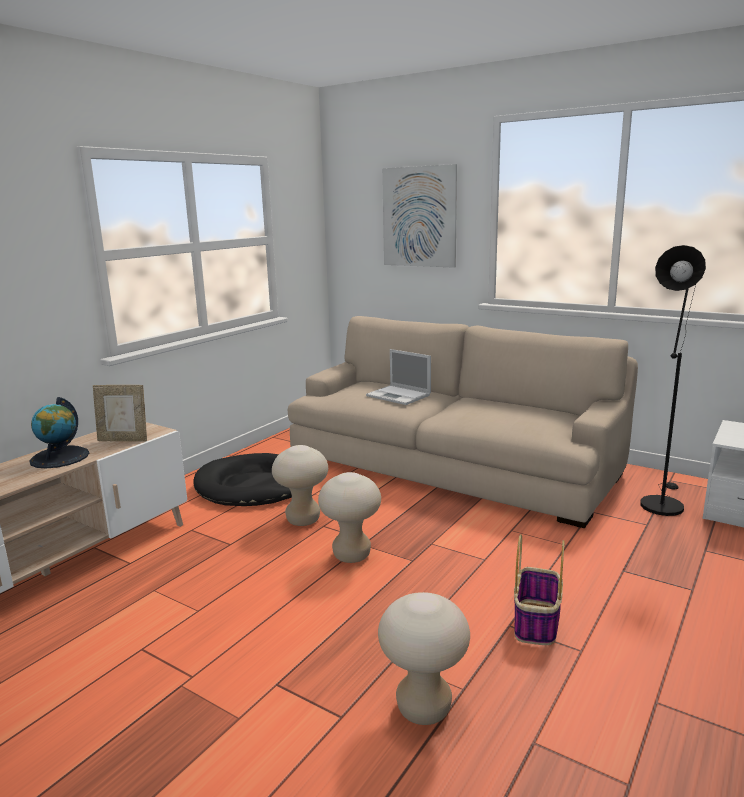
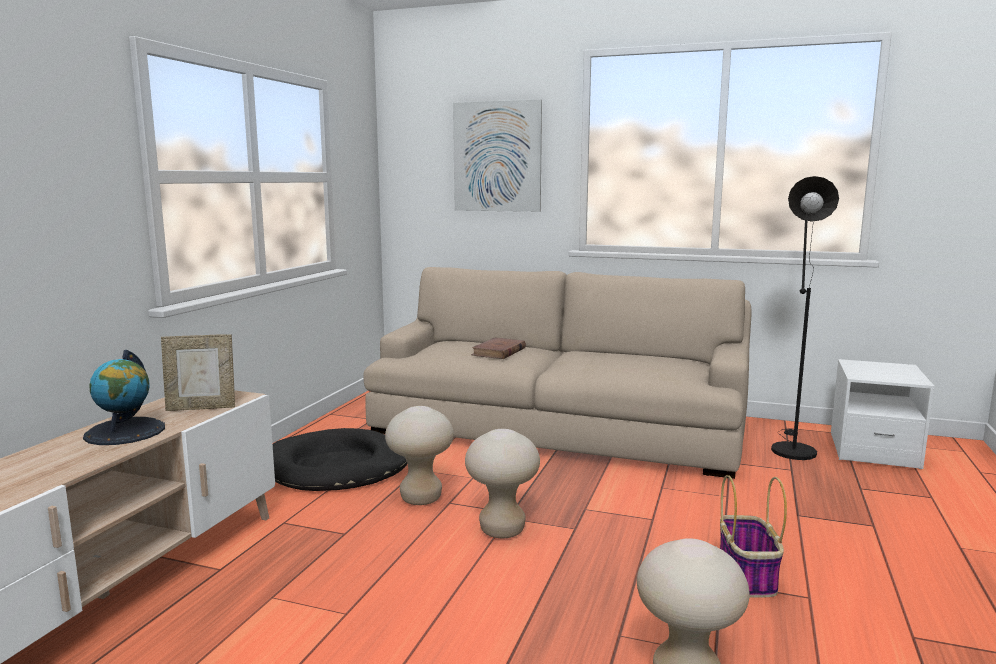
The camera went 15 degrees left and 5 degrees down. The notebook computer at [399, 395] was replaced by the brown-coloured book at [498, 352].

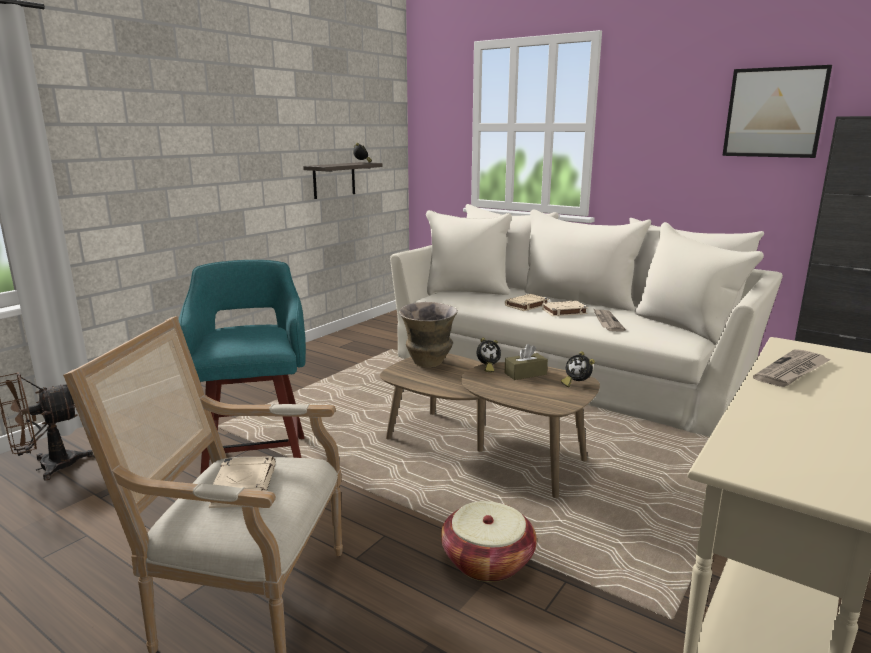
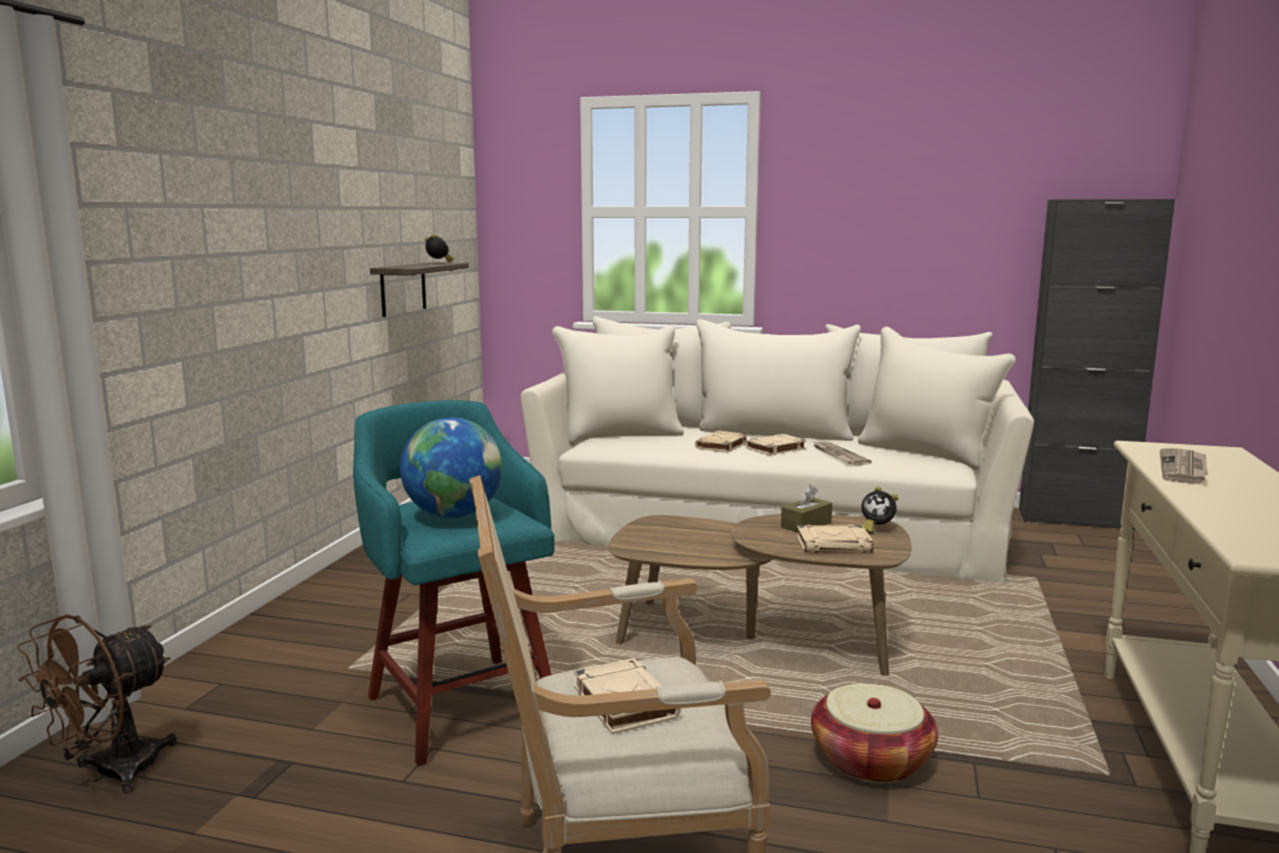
The camera went 20 degrees left and 5 degrees down. The decorative vase at [429, 363] disappeared. The alarm clock at [487, 368] disappeared. The wall art at [774, 112] disappeared. The world globe at [453, 515] appeared. The beige book at [834, 545] appeared.

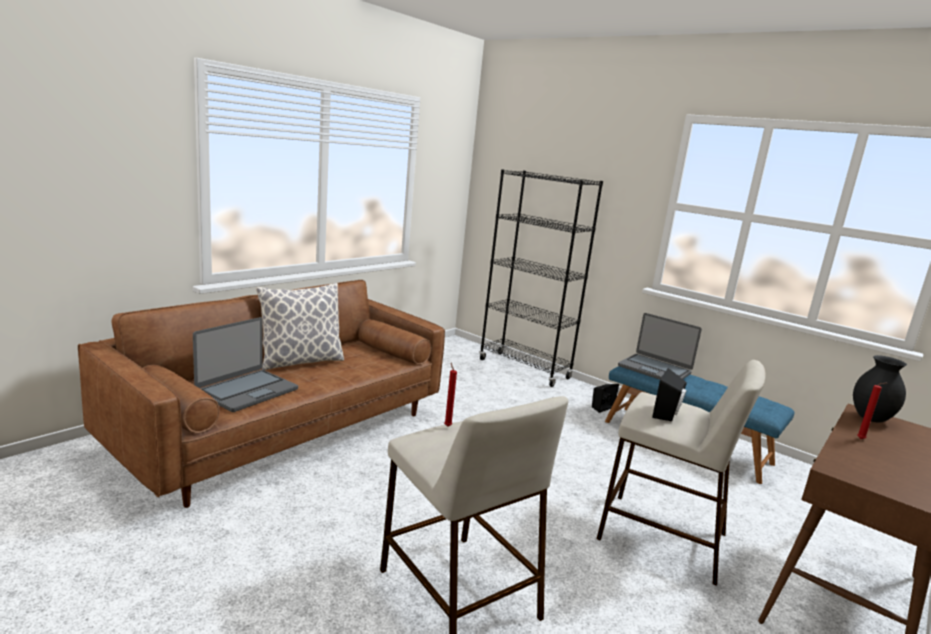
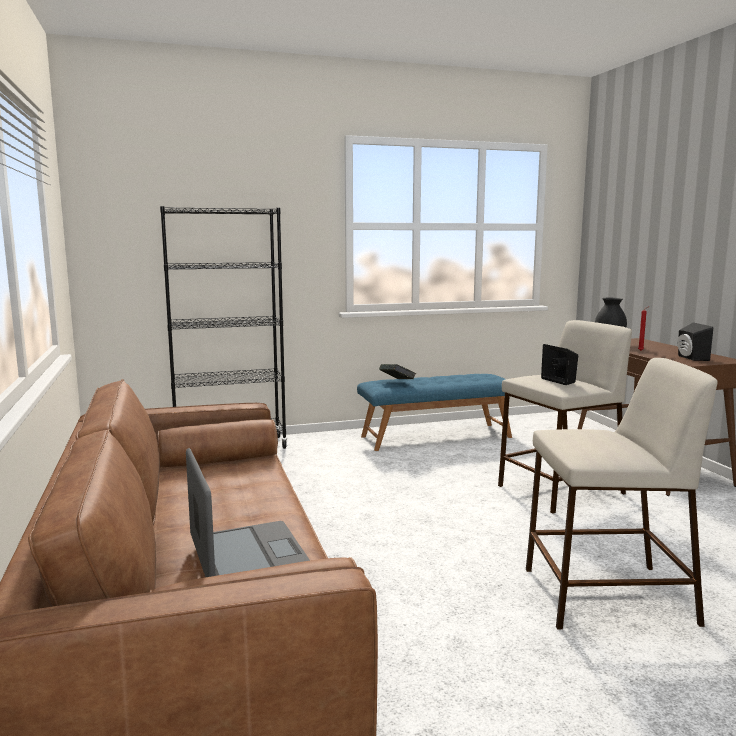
The camera went 55 degrees left and 5 degrees down. The cushion at [300, 361] disappeared. The red-coloured wax light at [447, 426] disappeared. The black-coloured loudspeaker moved from [600, 407] to [690, 358]. The notebook computer at [654, 369] was replaced by the book at [397, 382].

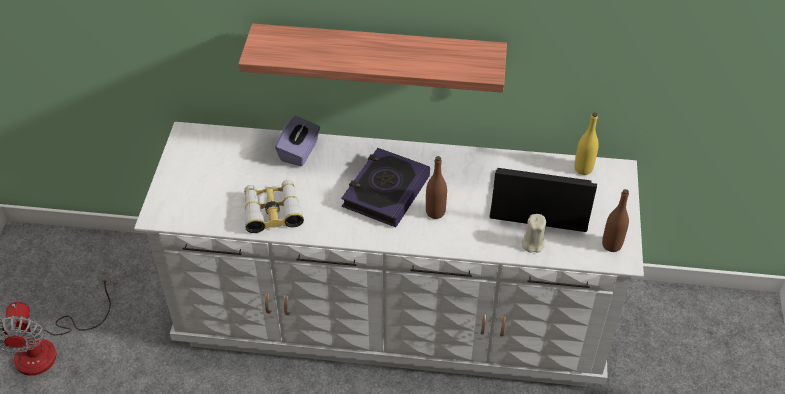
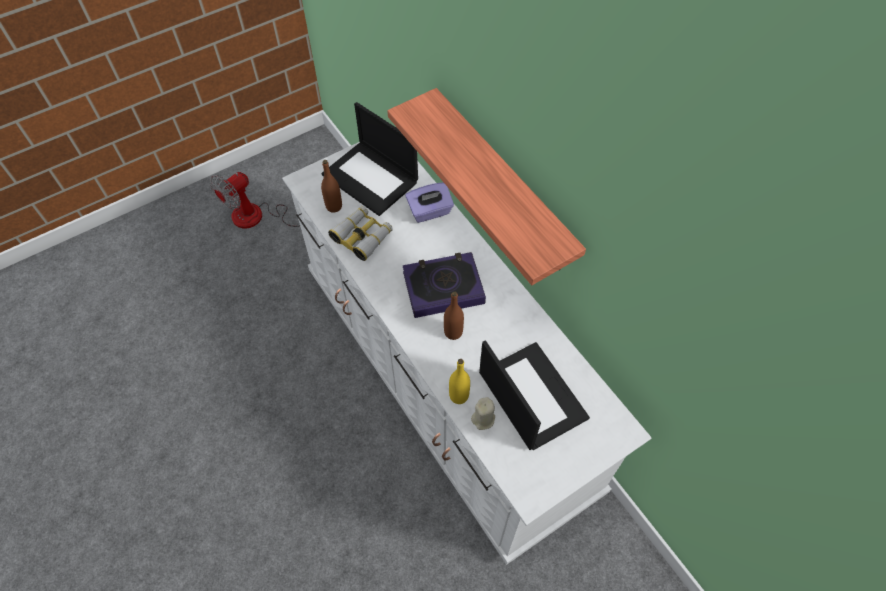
The camera went 50 degrees right and 10 degrees up. The notebook computer at [371, 178] appeared. The yellowish drink bottle moved from [583, 169] to [459, 396]. The brown-coloured drink bottle moved from [611, 245] to [334, 206].

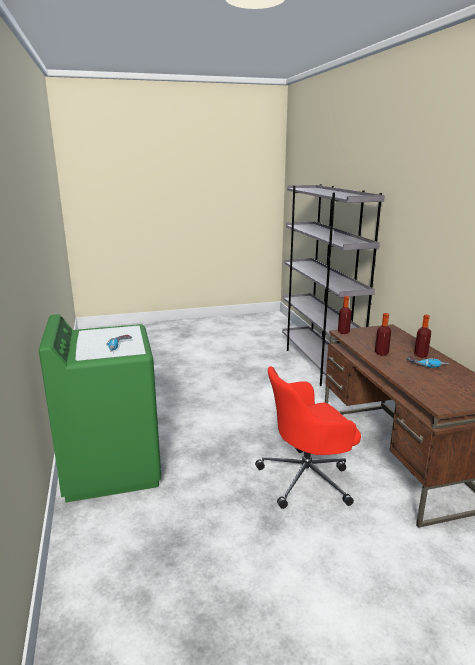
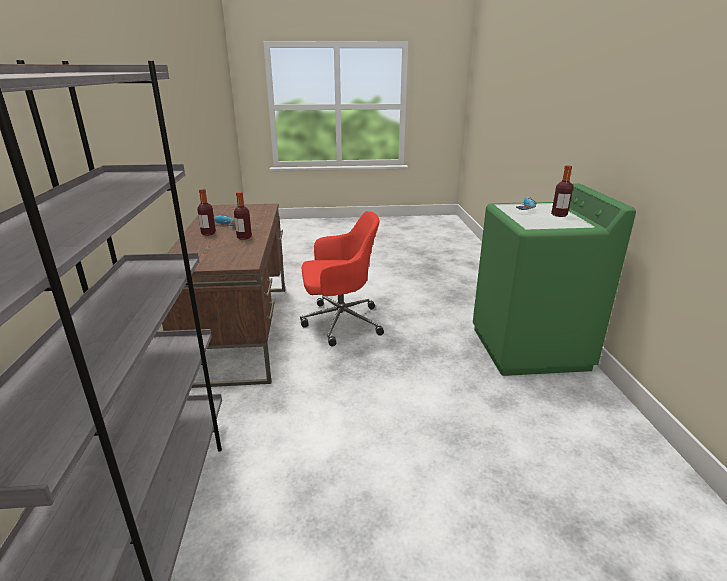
The camera went 170 degrees left and 5 degrees up. The drink bottle moved from [343, 332] to [559, 215].

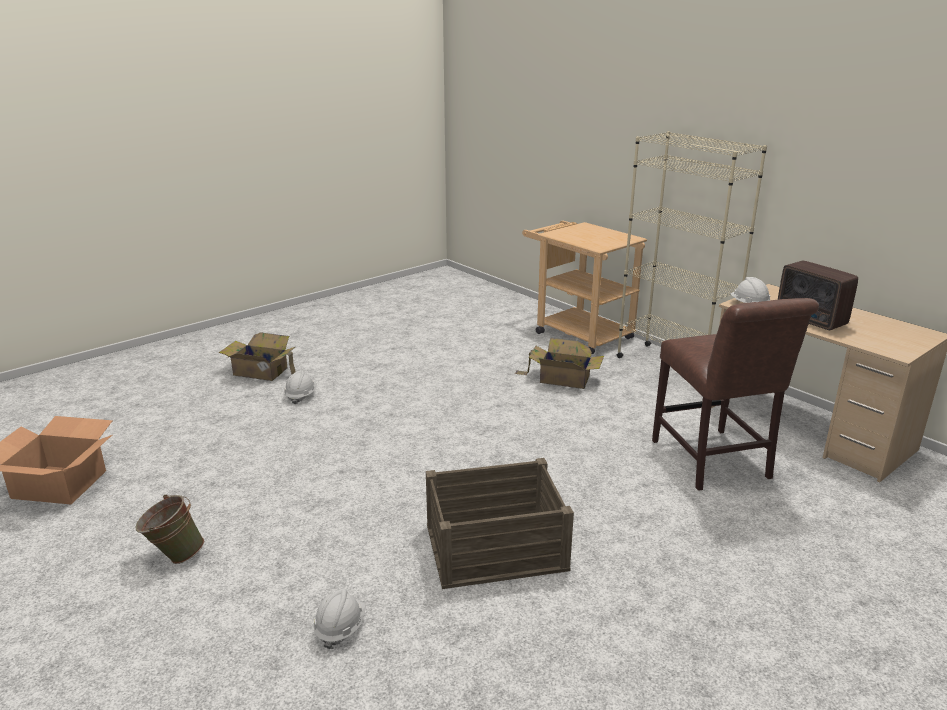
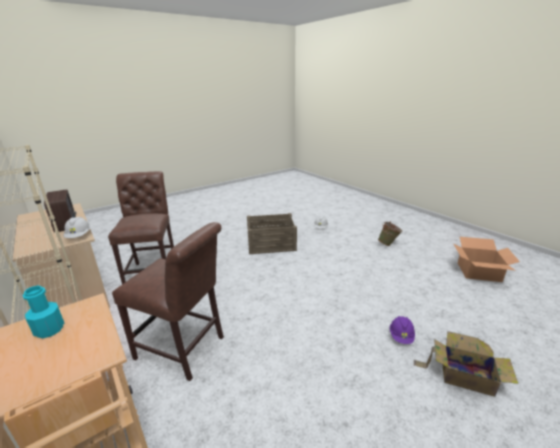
The camera went 175 degrees left and 0 degrees up. The blue-green drink bottle at [49, 329] appeared. The cardboard box at [562, 378] was replaced by the brown-coloured chair at [184, 349]. The white-coloured hard hat at [301, 396] became the purple hard hat at [401, 336].

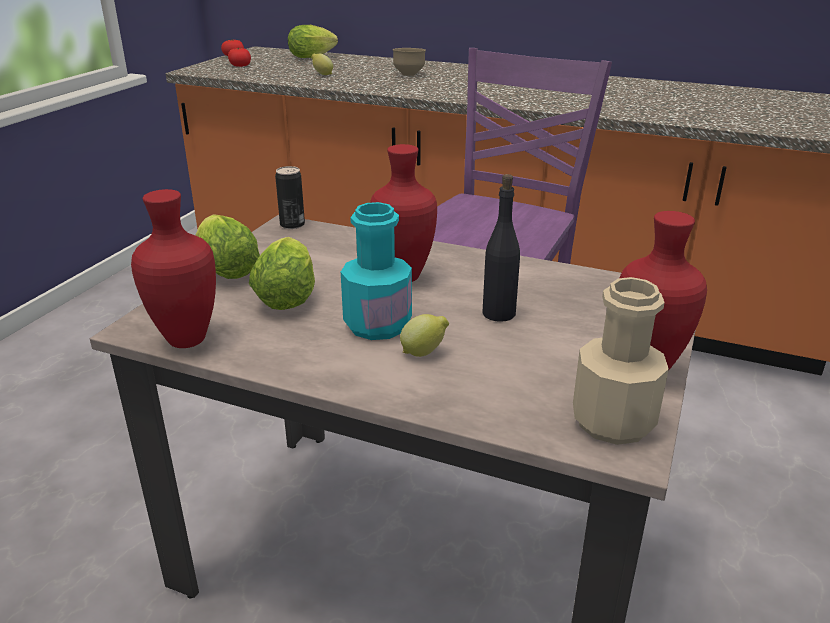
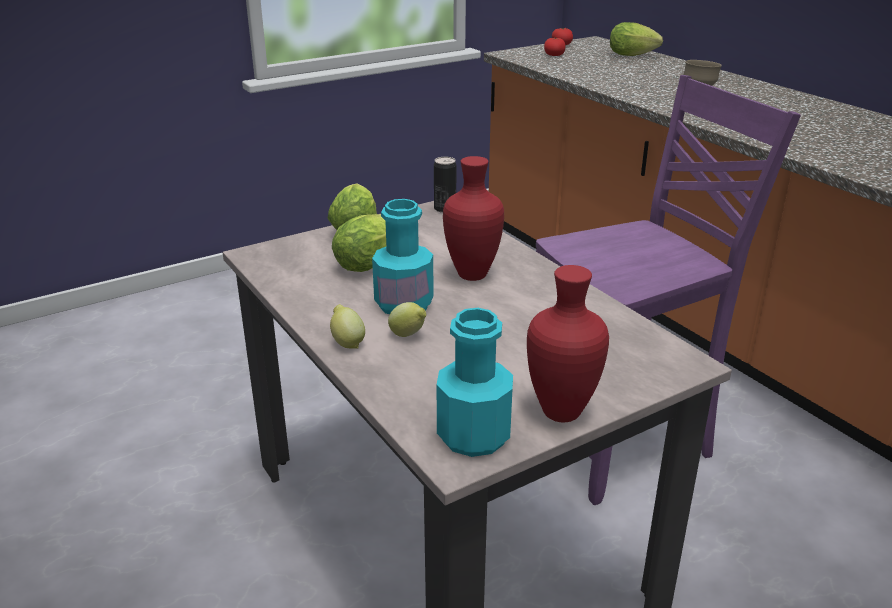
The camera went 35 degrees right and 0 degrees up. The red-coloured decorative vase at [189, 340] disappeared. The black-coloured drink bottle at [498, 313] disappeared. The citrus fruit moved from [322, 74] to [347, 343]. The beige drink bottle at [612, 421] became the blue-green drink bottle at [474, 436].

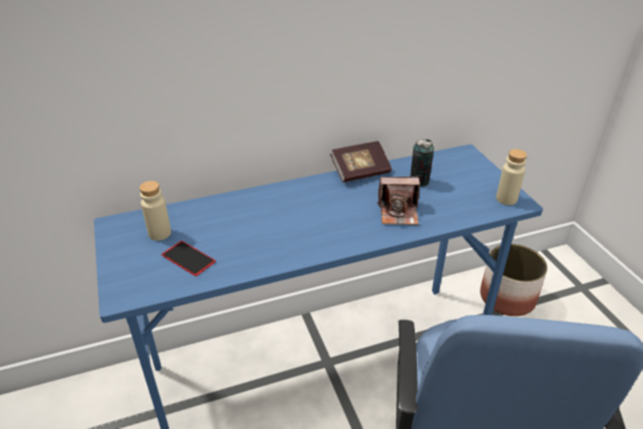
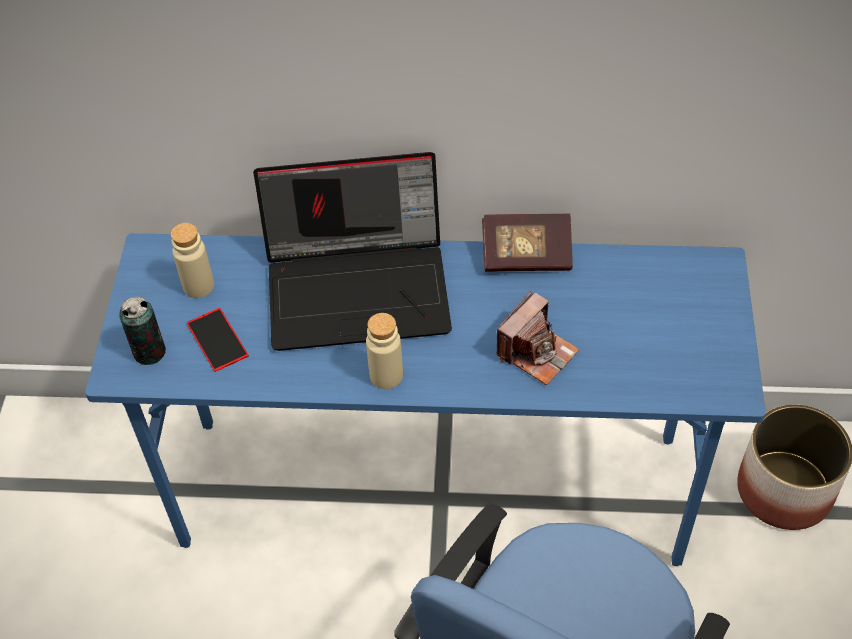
The camera went 25 degrees right and 15 degrees up. The notebook computer at [360, 286] appeared. The metal can moved from [419, 181] to [149, 352]. The beige drink bottle moved from [506, 199] to [386, 375]. The still camera at [398, 212] turned 75 degrees counterclockwise.

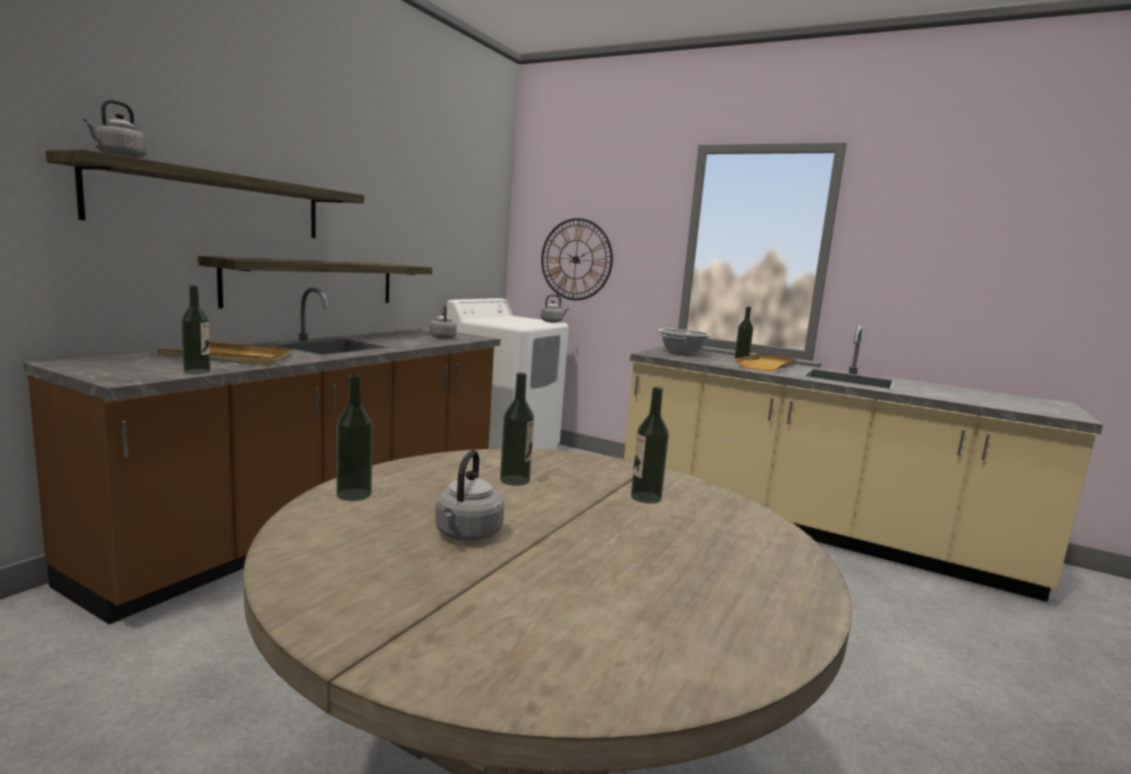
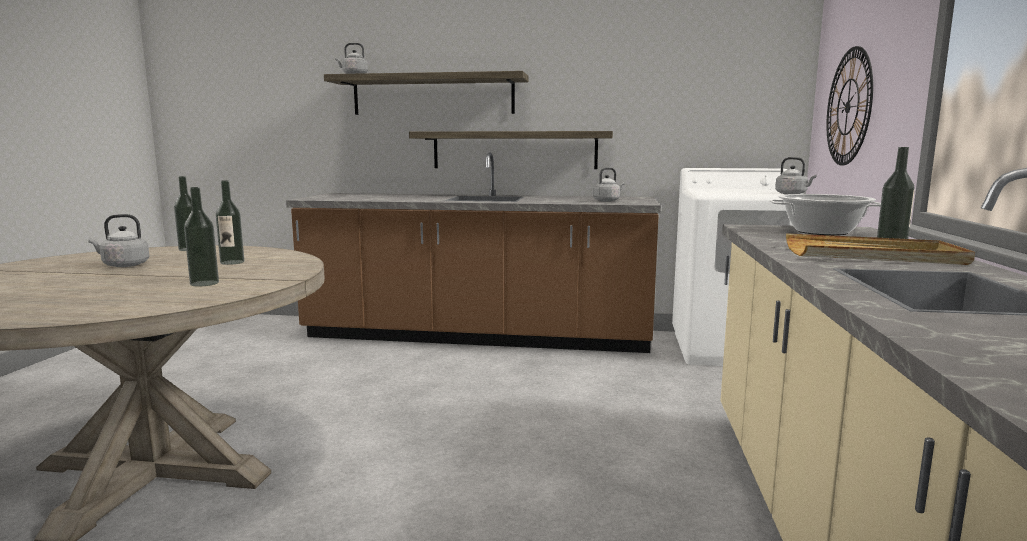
The camera went 70 degrees right and 0 degrees up. The beige tray at [229, 358] disappeared. The drink bottle at [197, 371] disappeared.

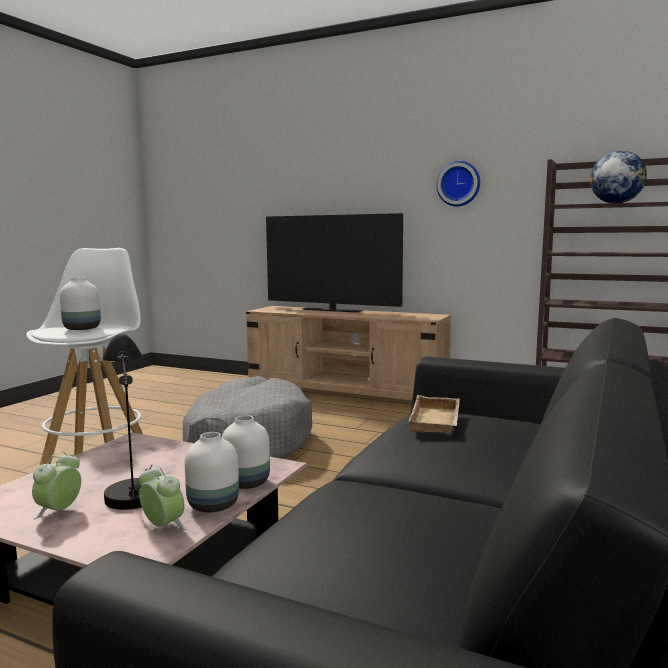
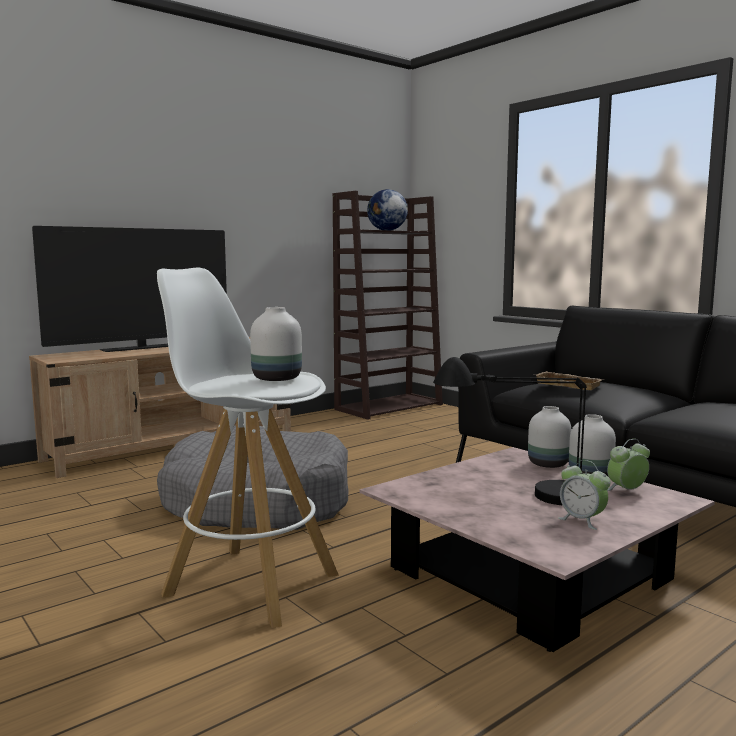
The camera went 65 degrees left and 0 degrees up. The hanging clock at [459, 184] disappeared.

